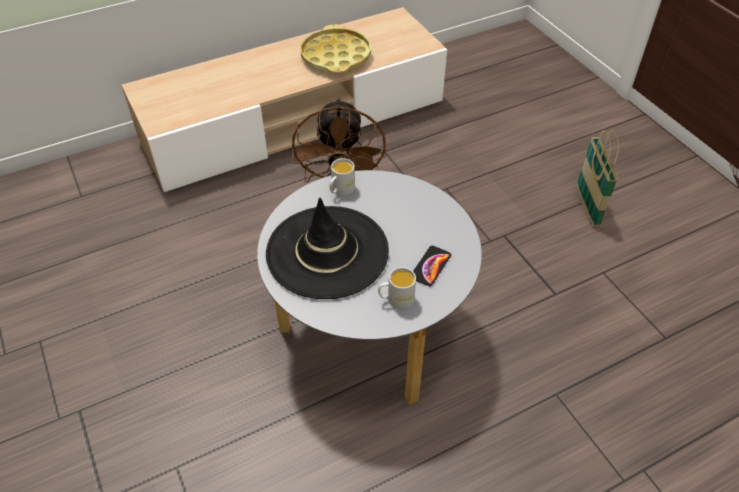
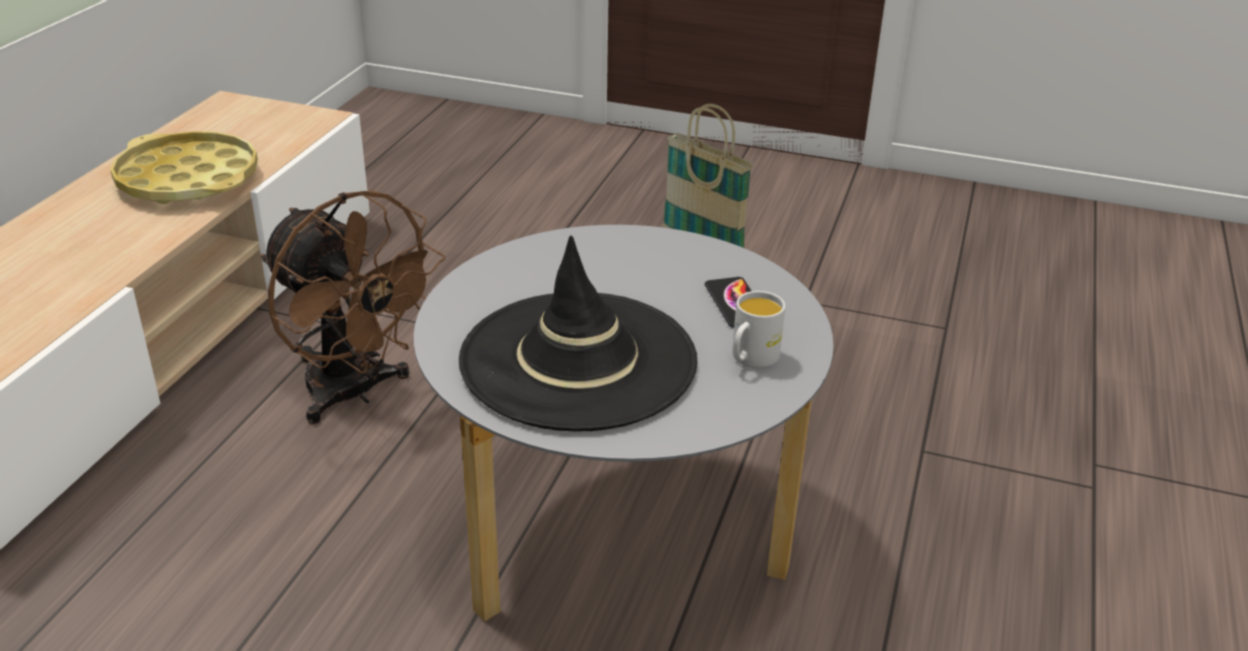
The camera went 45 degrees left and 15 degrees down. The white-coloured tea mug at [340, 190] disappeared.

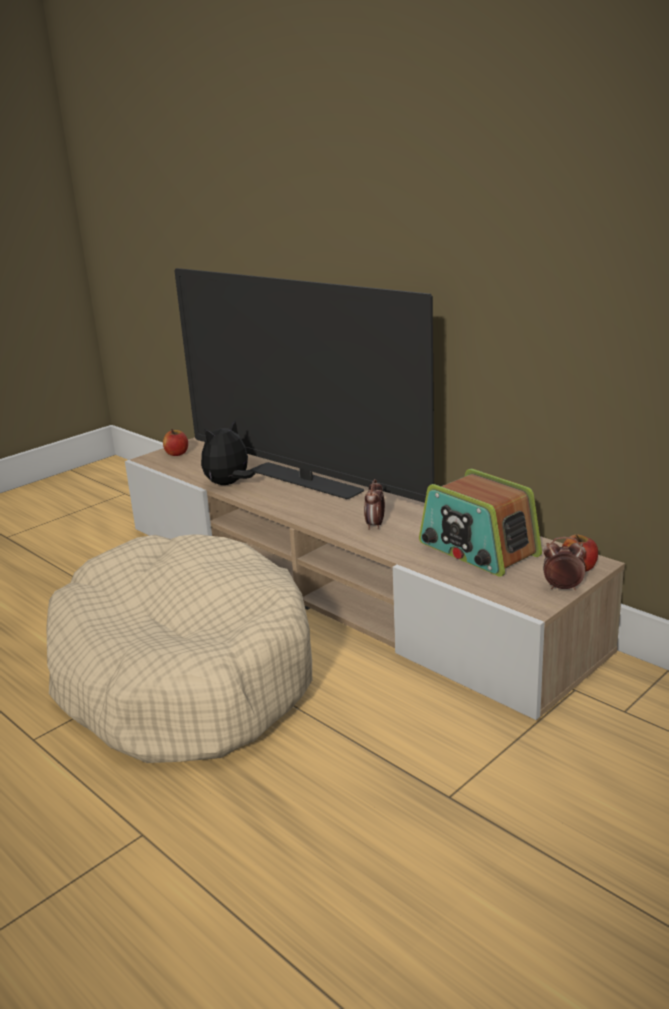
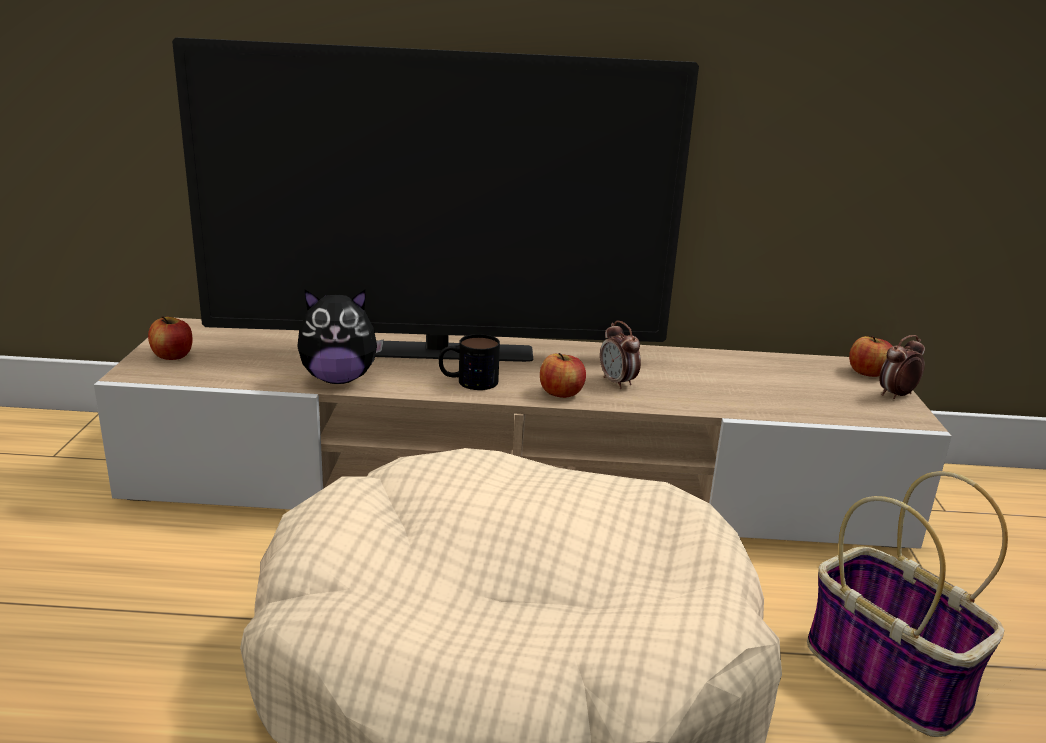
The camera went 45 degrees left and 0 degrees up. The radio set at [478, 550] disappeared. The tea mug at [468, 381] appeared. The whole apple at [561, 393] appeared. The storage basket at [890, 675] appeared. The cuddly toy at [229, 484] turned 105 degrees counterclockwise.

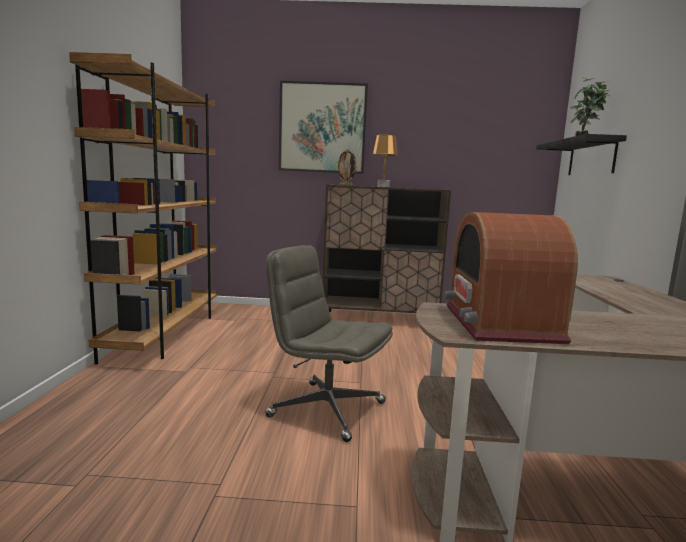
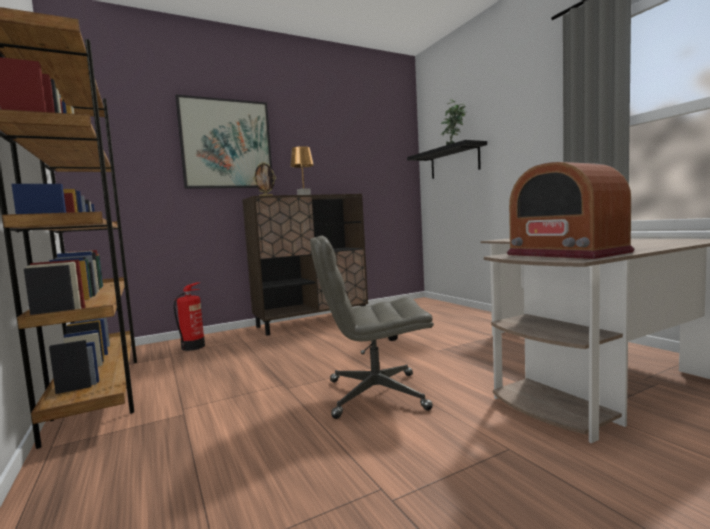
The camera went 30 degrees left and 5 degrees down. The fire extinguisher at [193, 347] appeared.

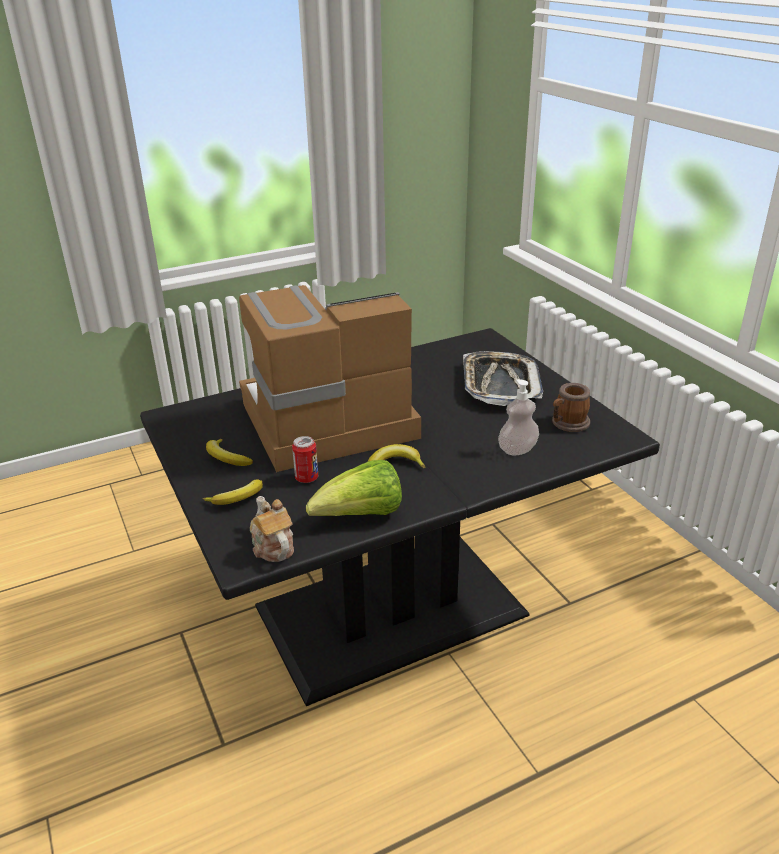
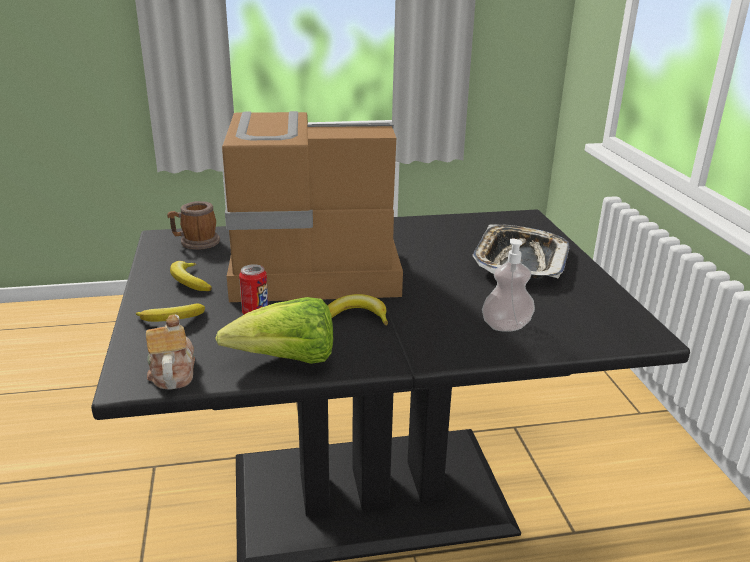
The camera went 15 degrees right and 5 degrees down. The tea mug moved from [567, 424] to [195, 243].

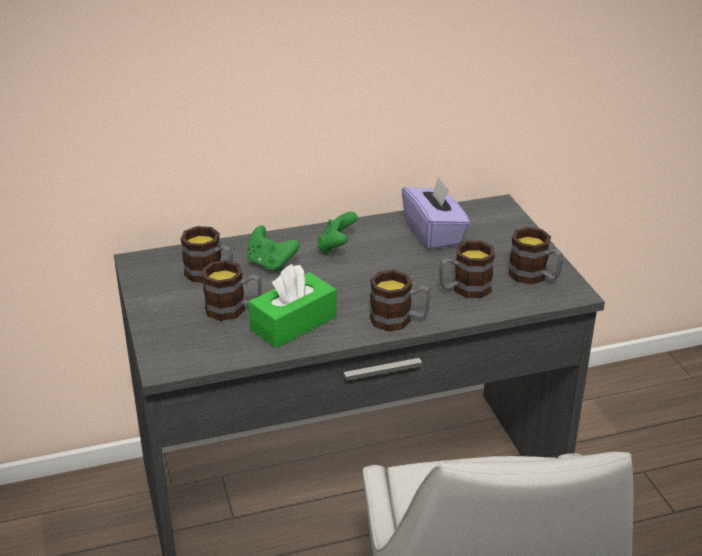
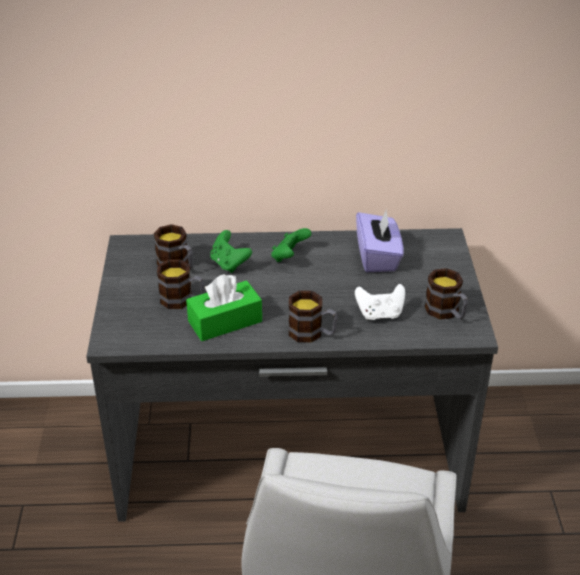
The camera went 15 degrees right and 5 degrees up. The tea mug at [464, 289] was replaced by the white-coloured game controller at [380, 314].

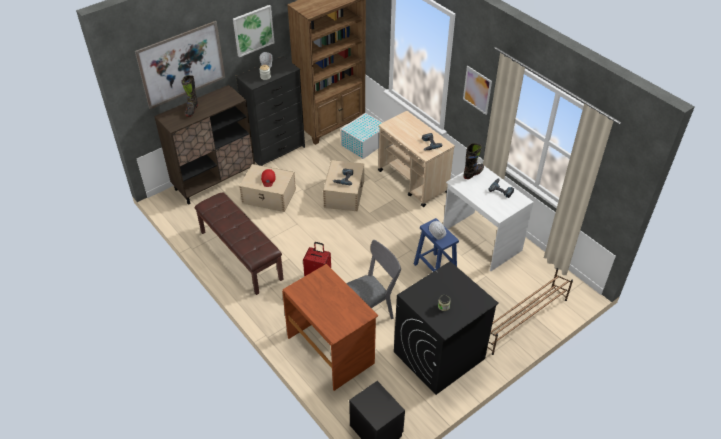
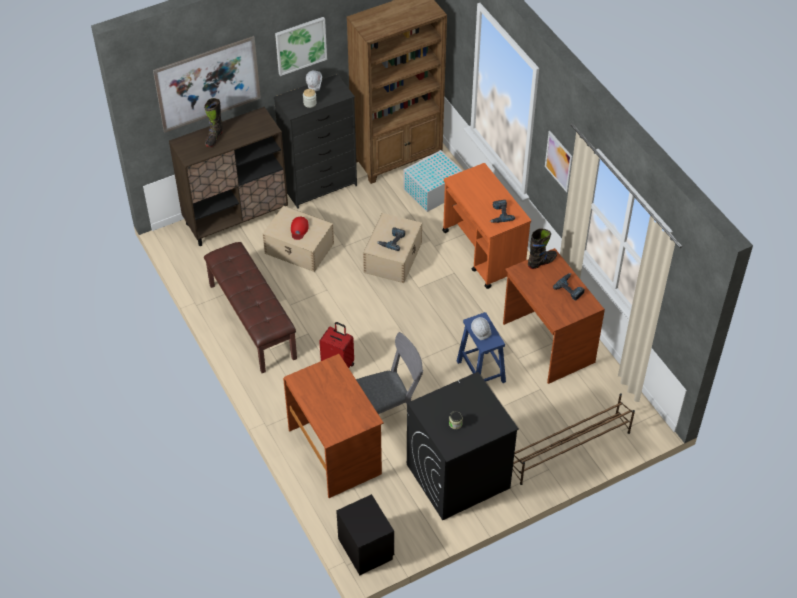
The camera went 10 degrees right and 5 degrees up. The beige cart at [413, 182] became the orangey cart at [484, 252]. The white-coloured desk unit at [481, 241] became the brown-coloured desk unit at [547, 343].

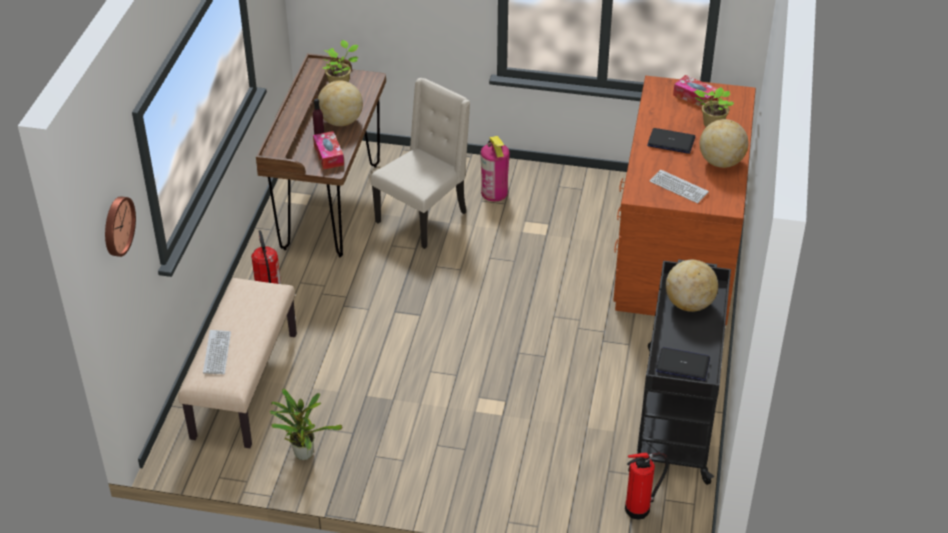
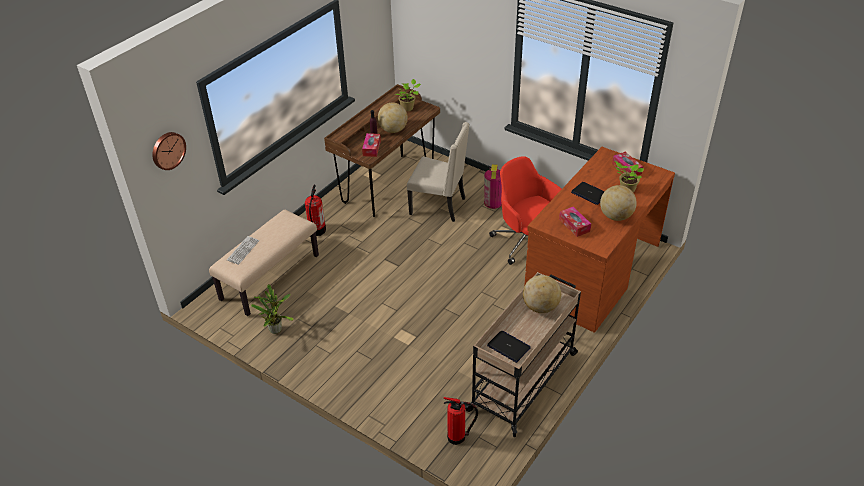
The camera went 25 degrees right and 0 degrees up. The red-coloured computer chair at [526, 242] appeared. The computer keyboard at [678, 187] was replaced by the tissue holder at [574, 225]. The black-coloured cart at [677, 412] became the beige cart at [524, 380]. The beige chair at [423, 217] turned 45 degrees clockwise.

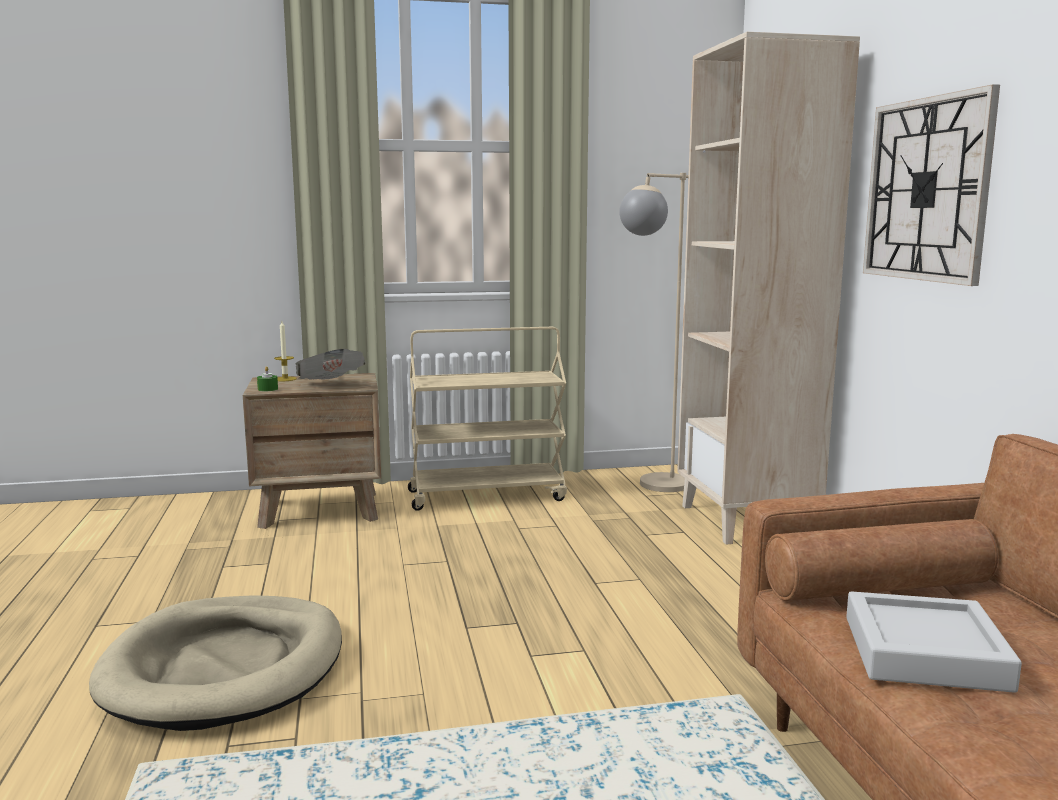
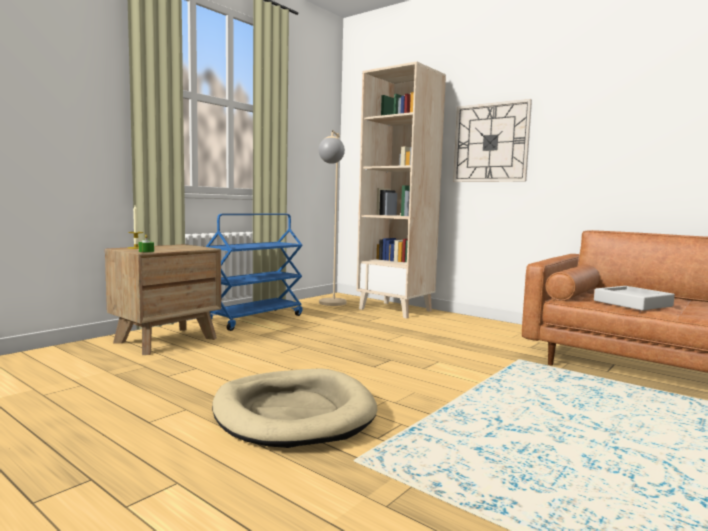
The camera went 40 degrees left and 5 degrees down. The printed paper at [331, 385] disappeared. The beige cart at [487, 495] became the bluish cart at [255, 319].

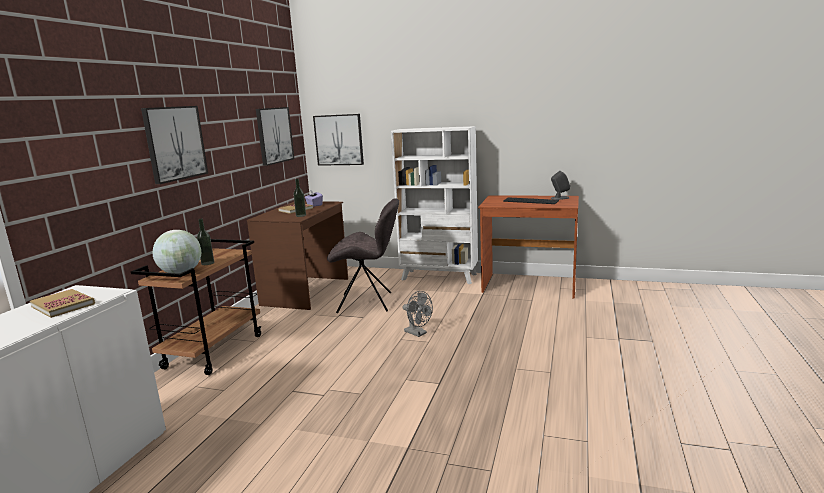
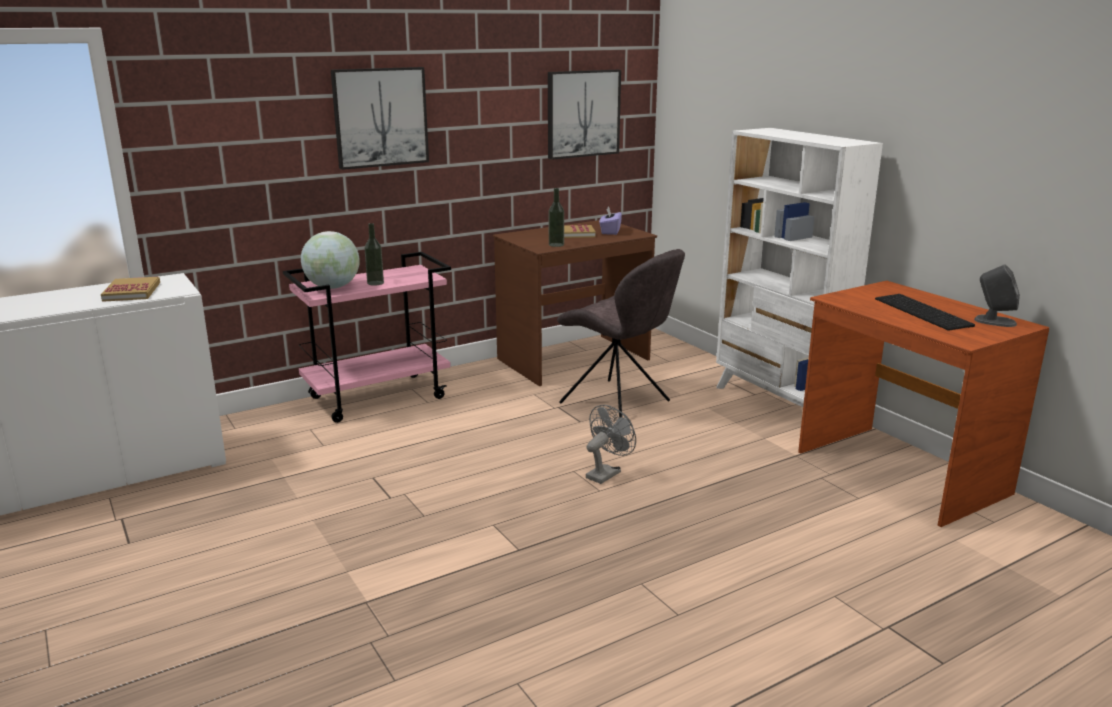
The camera went 40 degrees right and 5 degrees up. The wall art at [339, 140] disappeared. The brown-coloured cart at [214, 351] became the pinkish cart at [378, 397]. The greyish fan at [418, 333] turned 135 degrees counterclockwise.

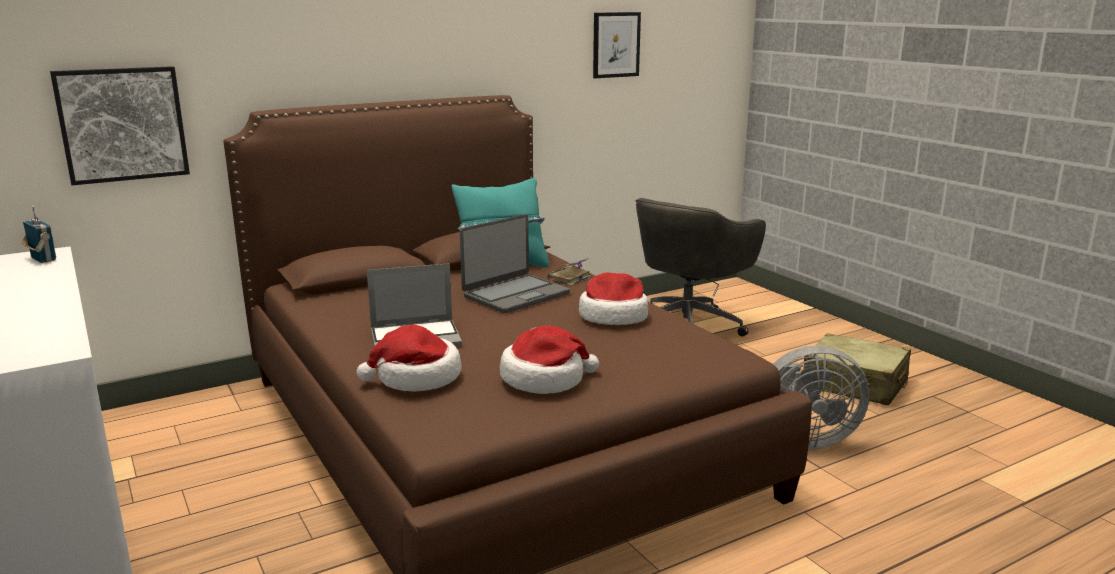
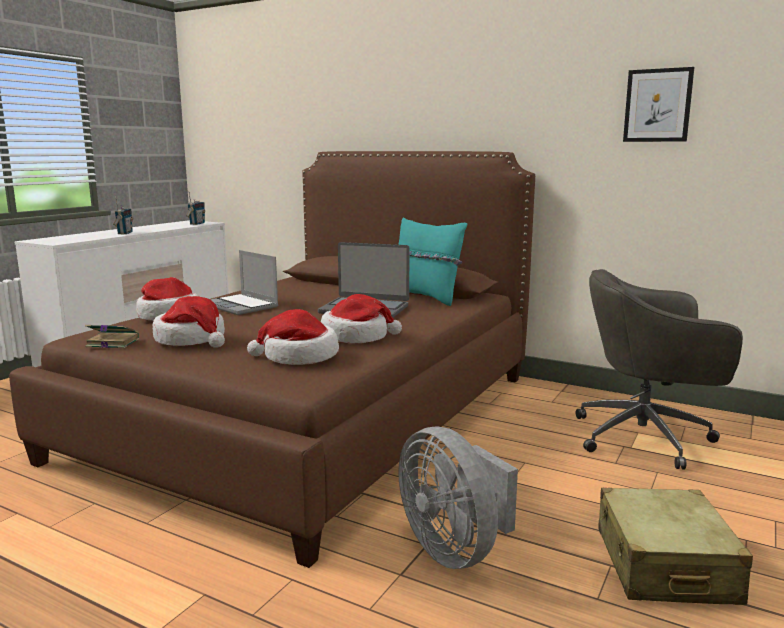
The camera went 60 degrees right and 5 degrees down. The wall art at [122, 124] disappeared. The radio set at [124, 233] appeared. The wearable hat at [298, 357] appeared. The book moved from [568, 279] to [111, 343].

